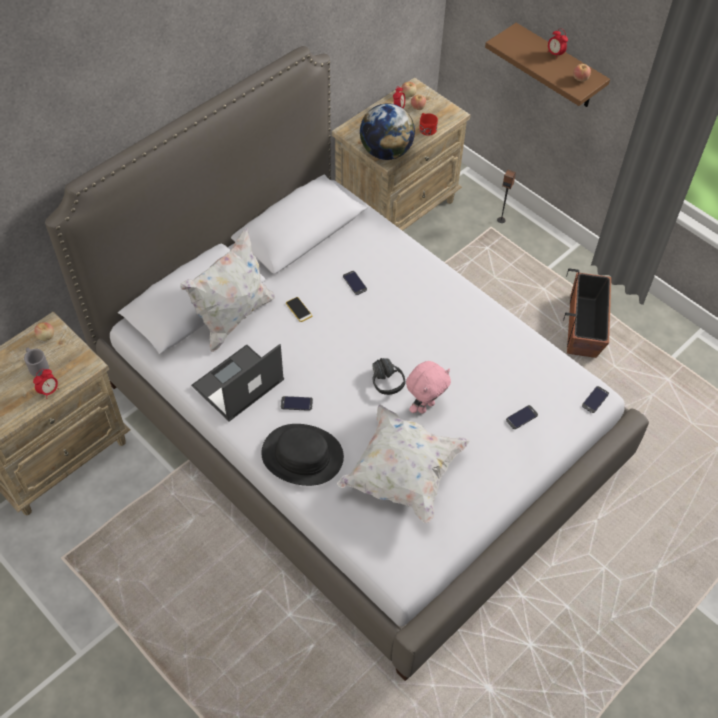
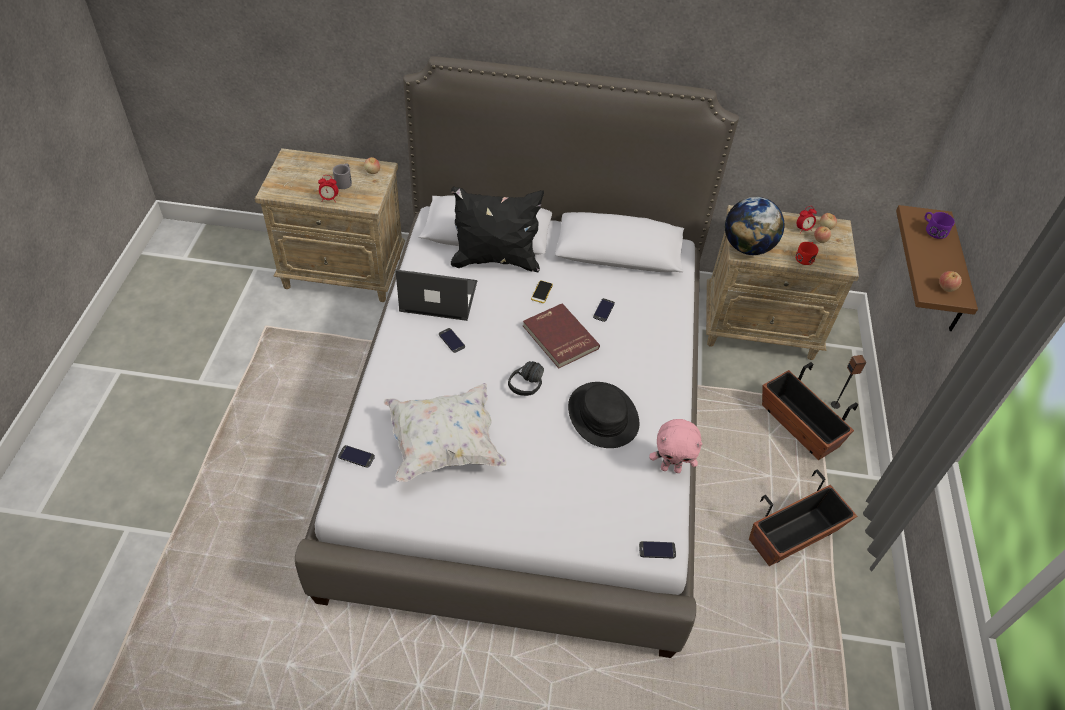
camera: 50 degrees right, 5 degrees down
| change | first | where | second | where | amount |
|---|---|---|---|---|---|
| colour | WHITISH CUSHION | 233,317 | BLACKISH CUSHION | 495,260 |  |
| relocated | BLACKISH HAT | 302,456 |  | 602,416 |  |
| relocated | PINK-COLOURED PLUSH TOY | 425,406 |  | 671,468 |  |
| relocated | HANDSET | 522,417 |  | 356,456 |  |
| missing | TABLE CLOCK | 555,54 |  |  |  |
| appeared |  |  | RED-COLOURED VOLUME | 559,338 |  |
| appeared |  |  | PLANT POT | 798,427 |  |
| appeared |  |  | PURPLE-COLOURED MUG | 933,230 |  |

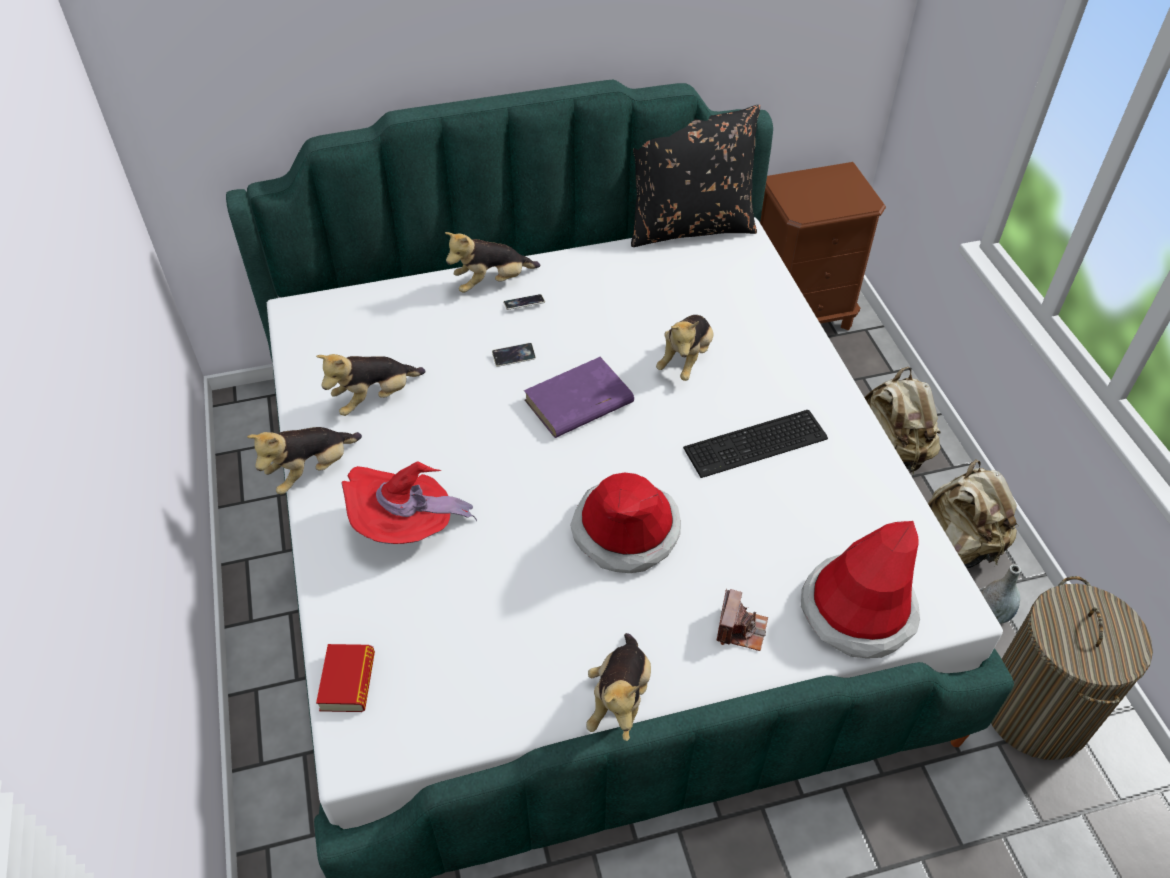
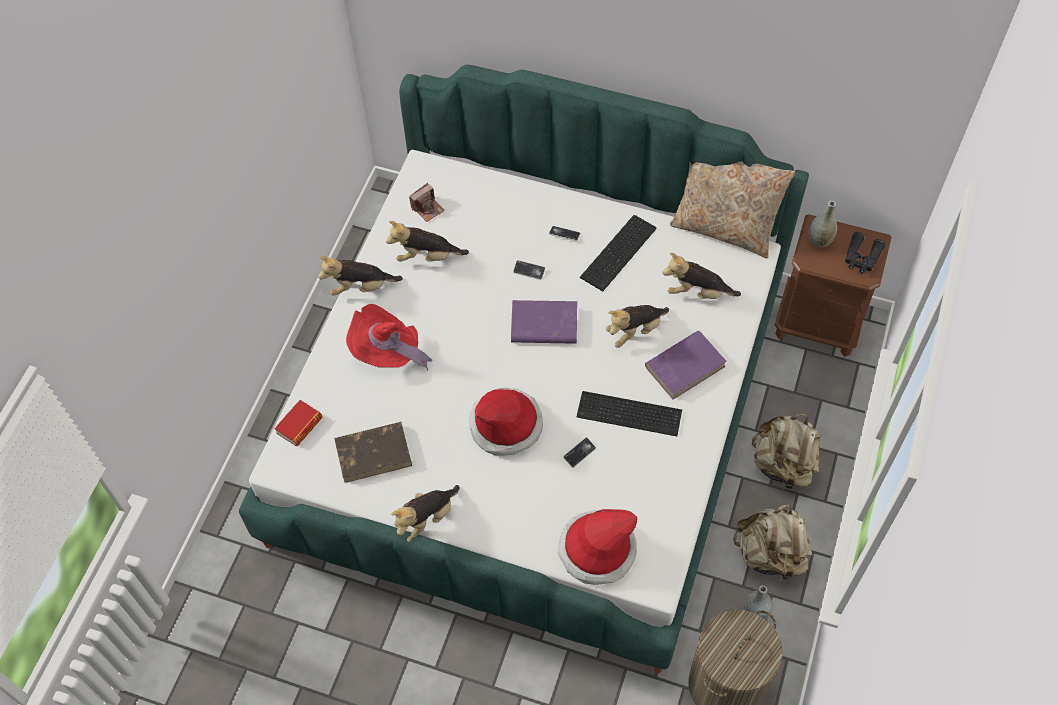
camera: 35 degrees right, 10 degrees up
| change | first | where | second | where | amount |
|---|---|---|---|---|---|
| relocated | PLUSH TOY | 492,283 |  | 697,292 |  |
| colour | BLACKISH CUSHION | 689,226 | BEIGE-COLOURED CUSHION | 724,228 |  |
| relocated | STILL CAMERA | 740,629 |  | 427,208 |  |
| appeared |  |  | BROWNISH VOLUME | 374,453 |  |
| appeared |  |  | HANDSET | 579,453 |  |
| appeared |  |  | COMPUTER KEYBOARD | 620,253 |  |
| appeared |  |  | PURPLE-COLOURED VOLUME | 685,366 |  |
| appeared |  |  | GREY FLOWER VASE | 819,240 |  |
| appeared |  |  | BLACKISH PAIR OF BINOCULARS | 861,258 |  |

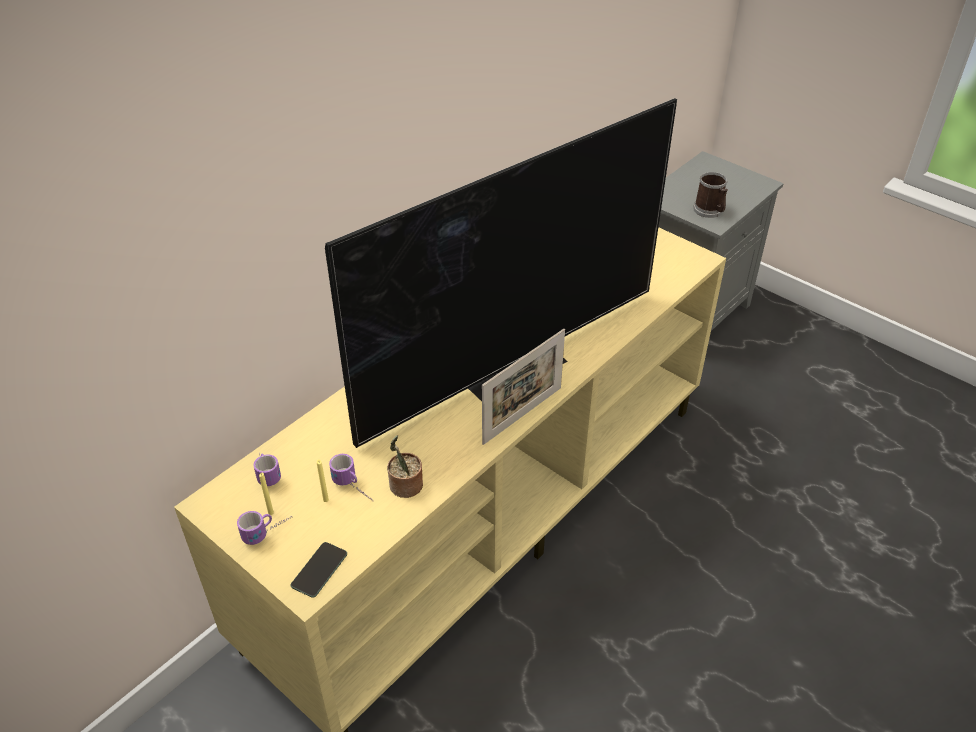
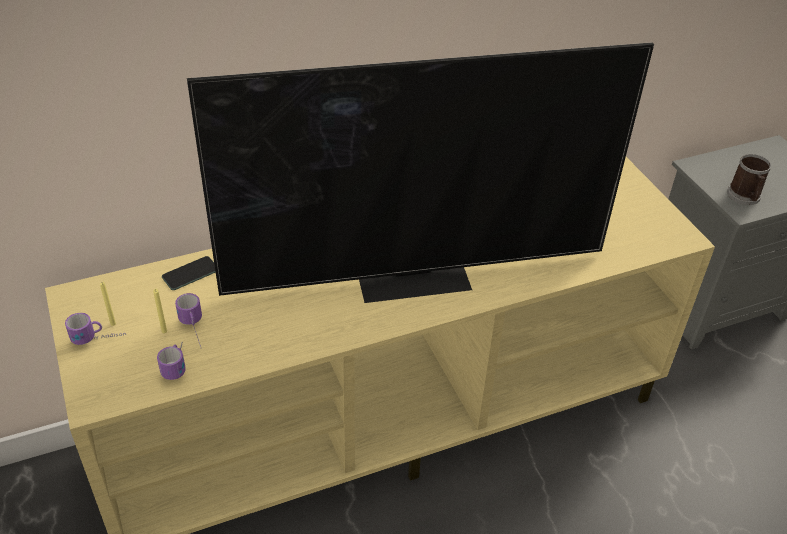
camera: 25 degrees right, 0 degrees up
| change | first | where | second | where | amount |
|---|---|---|---|---|---|
| relocated | MUG | 266,472 |  | 177,364 |  |
| relocated | HANDSET | 319,570 |  | 190,274 |  |
| missing | PLANT IN A POT | 405,487 |  |  |  |
| missing | PICTURE FRAME | 522,415 |  |  |  |

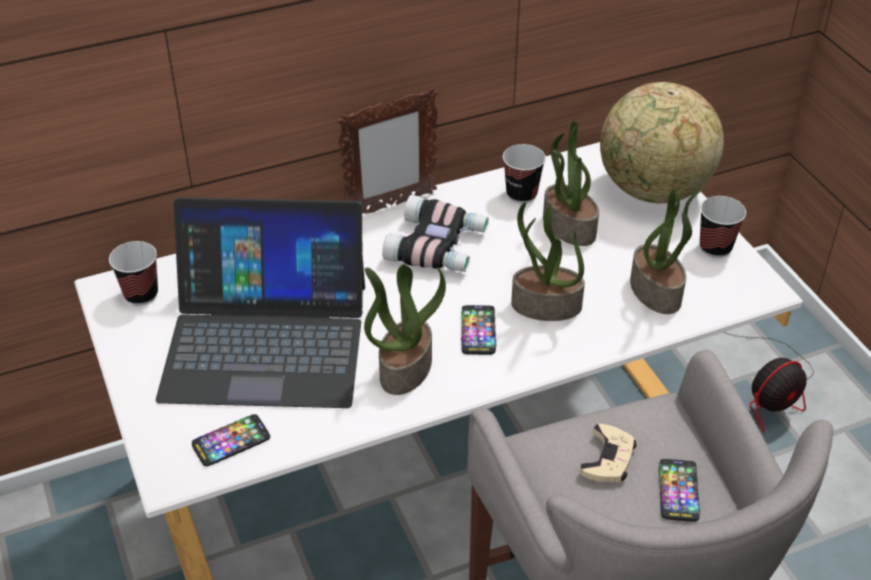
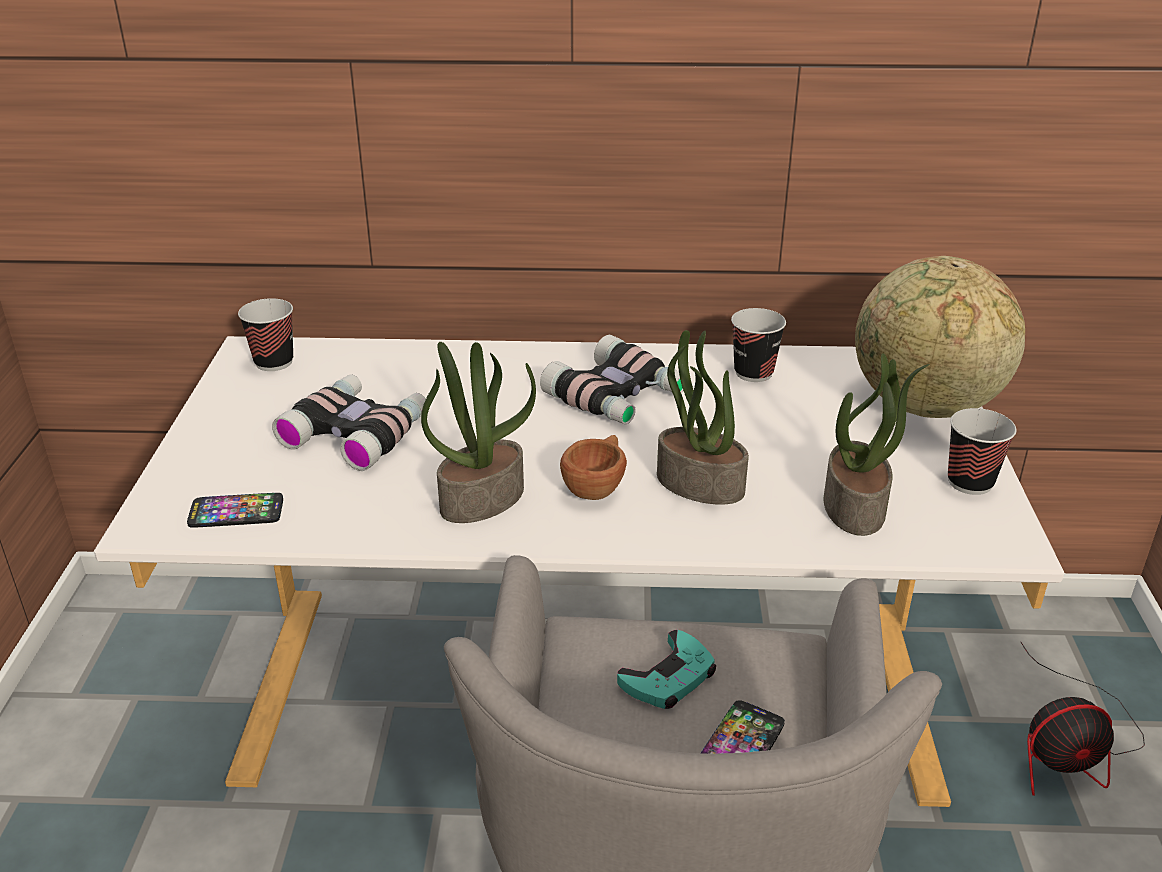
camera: 25 degrees right, 10 degrees down
| change | first | where | second | where | amount |
|---|---|---|---|---|---|
| exchanged | NOTEBOOK COMPUTER | 266,340 | PAIR OF BINOCULARS | 357,432 |  |
| missing | PICTURE FRAME | 390,205 |  |  |  |
| exchanged | HANDSET | 478,331 | BROWNISH CUP | 597,487 |  |
| missing | PLANT IN A POT | 567,227 |  |  |  |
| colour | BEIGE-COLOURED GAMEPAD | 608,459 | TURQUOISE GAMEPAD | 669,677 |  |

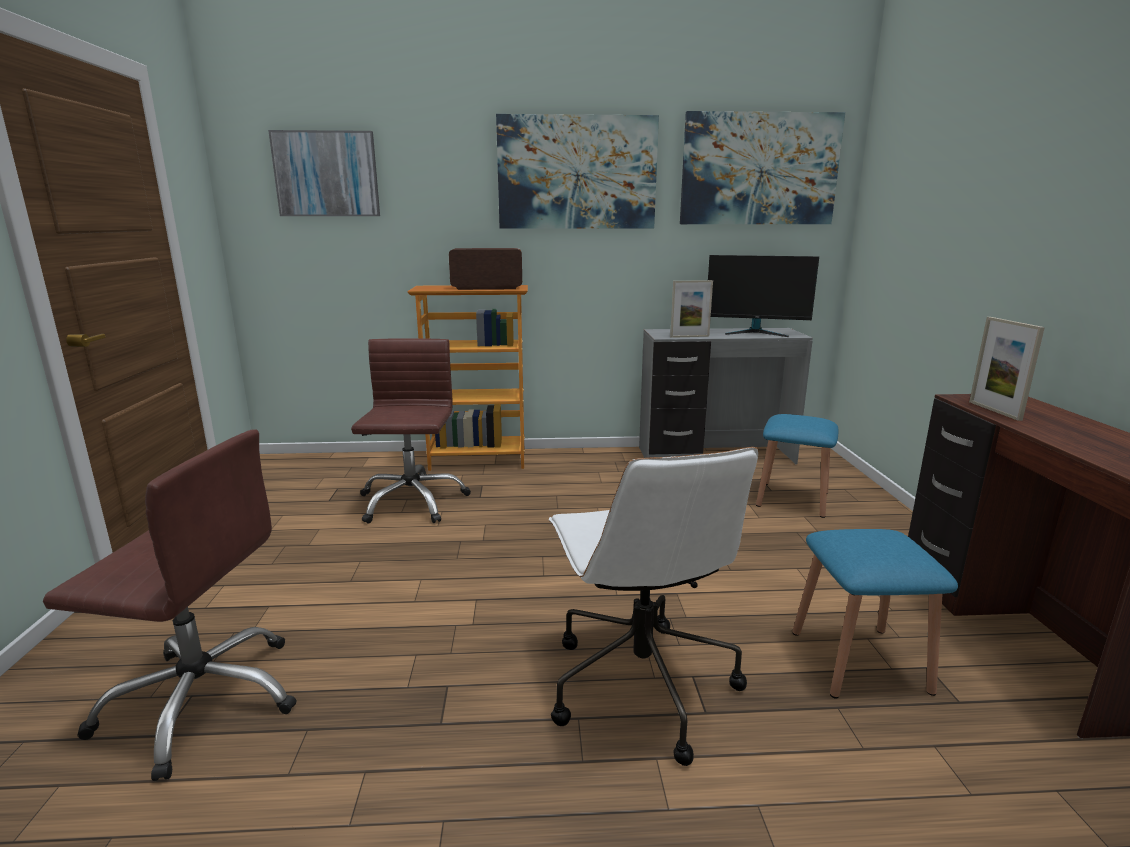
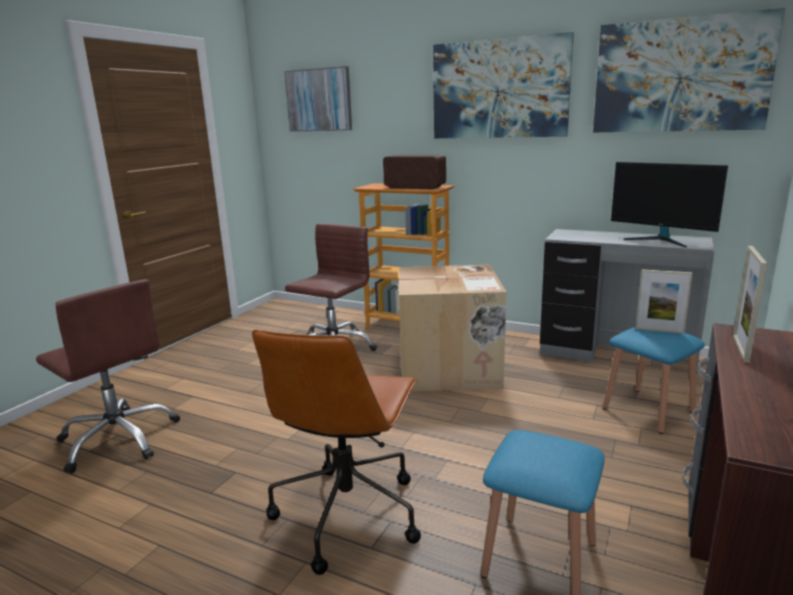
camera: 30 degrees right, 0 degrees up
| change | first | where | second | where | amount |
|---|---|---|---|---|---|
| colour | WHITISH OFFICE CHAIR | 639,684 | BROWNISH OFFICE CHAIR | 348,512 |  |
| relocated | PICTURE FRAME | 689,336 |  | 659,330 |  |
| appeared |  |  | CARDBOARD BOX | 450,368 |  |

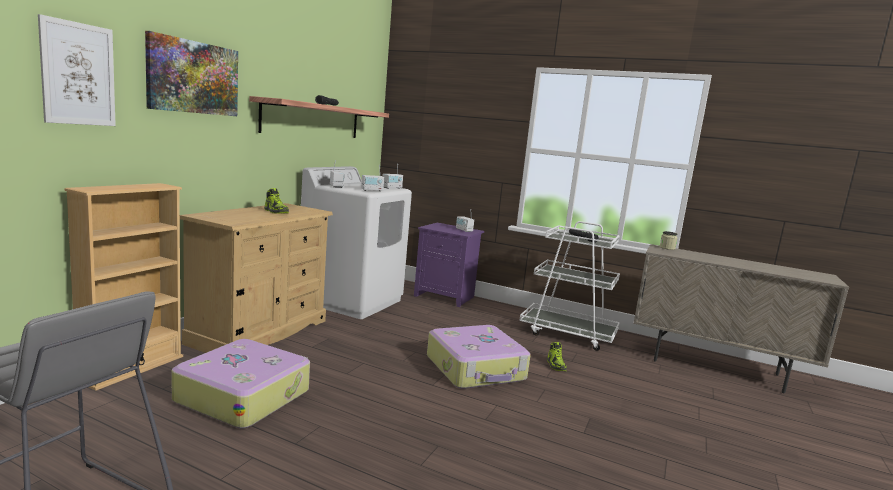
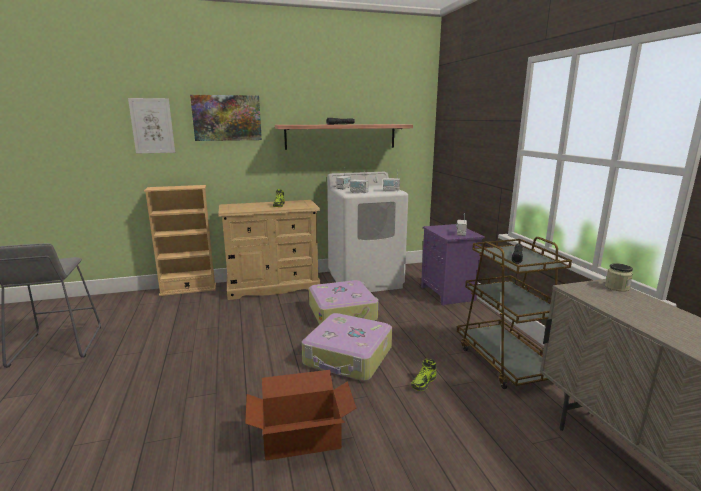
camera: 50 degrees right, 5 degrees up
| change | first | where | second | where | amount |
|---|---|---|---|---|---|
| relocated | PIECE OF LUGGAGE | 243,395 |  | 343,312 |  |
| colour | WHITISH WHEELED CART | 568,334 | BROWNISH WHEELED CART | 505,362 |  |
| appeared |  |  | CARDBOARD BOX | 302,438 |  |

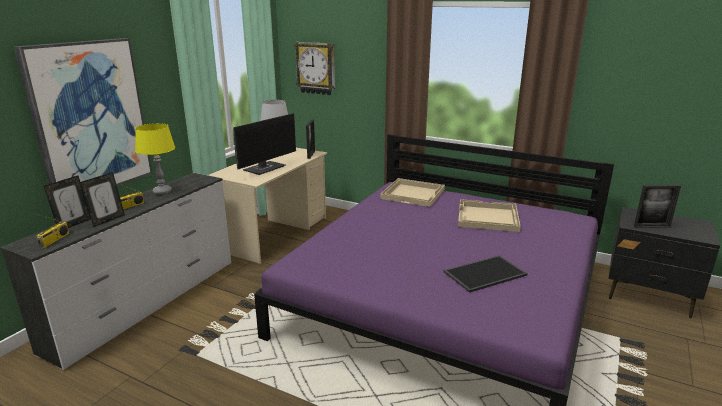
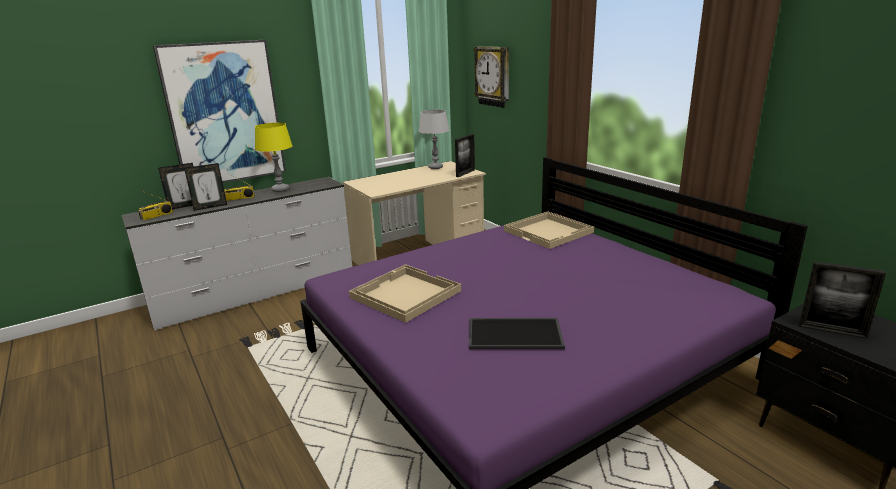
camera: 30 degrees right, 0 degrees up
| change | first | where | second | where | amount |
|---|---|---|---|---|---|
| missing | COMPUTER SCREEN | 265,168 |  |  |  |
| relocated | BEIGE-COLOURED CARRYING TRAY | 487,217 |  | 404,294 |  |

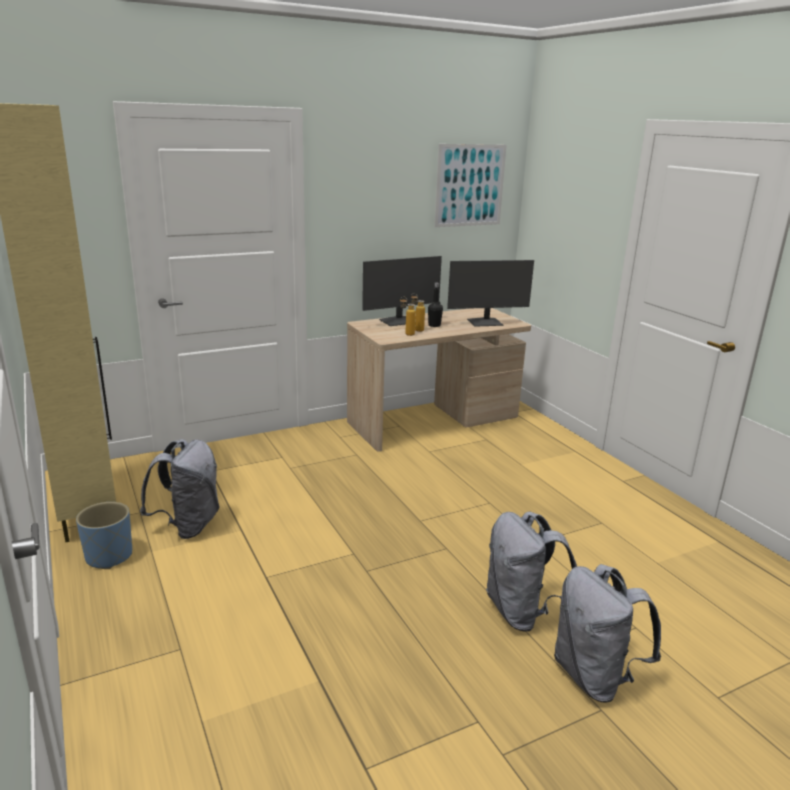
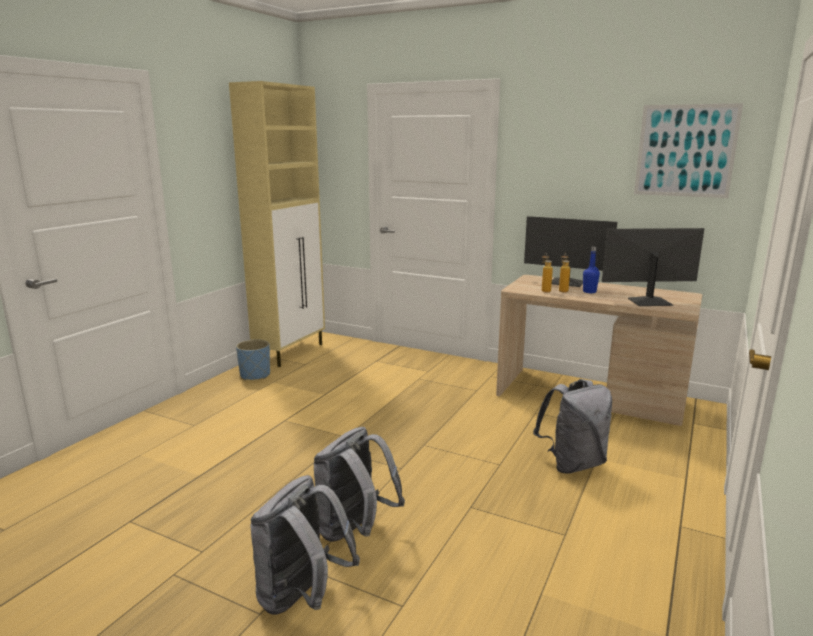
camera: 55 degrees right, 5 degrees down
| change | first | where | second | where | amount |
|---|---|---|---|---|---|
| relocated | GREY BACKPACK | 188,525 |  | 573,464 |  |
| colour | BLACKISH BOTTLE | 434,325 | BLUE-COLOURED BOTTLE | 589,292 |  |
| spun | COMPUTER SCREEN | 485,322 |  | 649,301 | 135 degrees clockwise |

